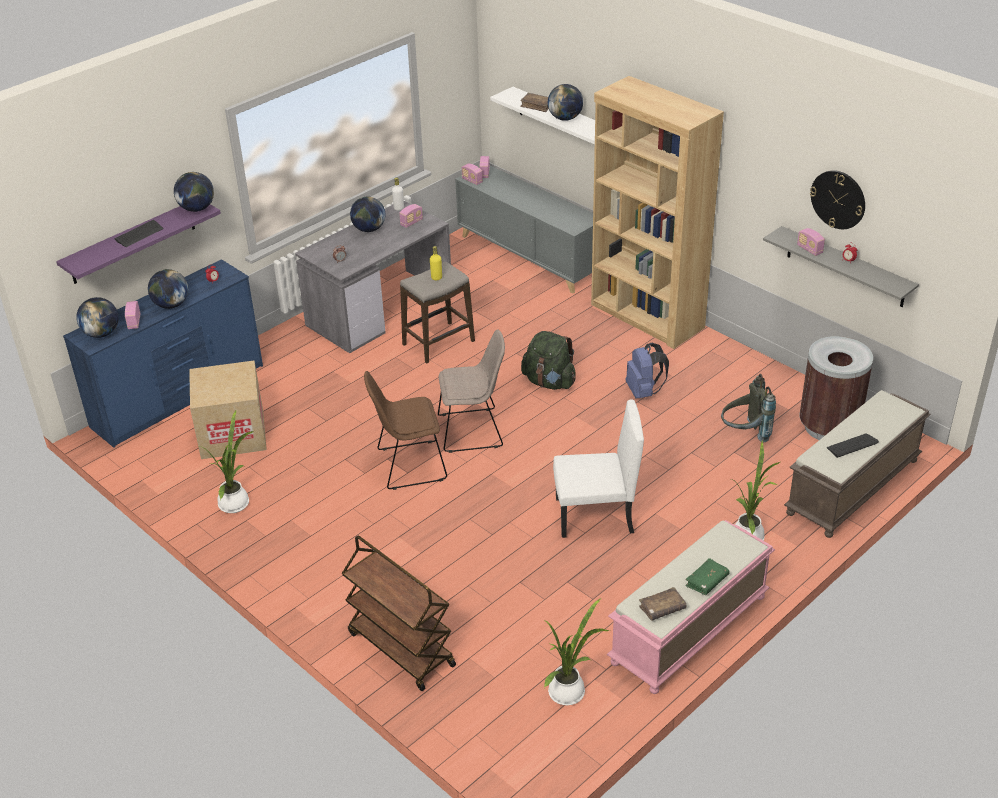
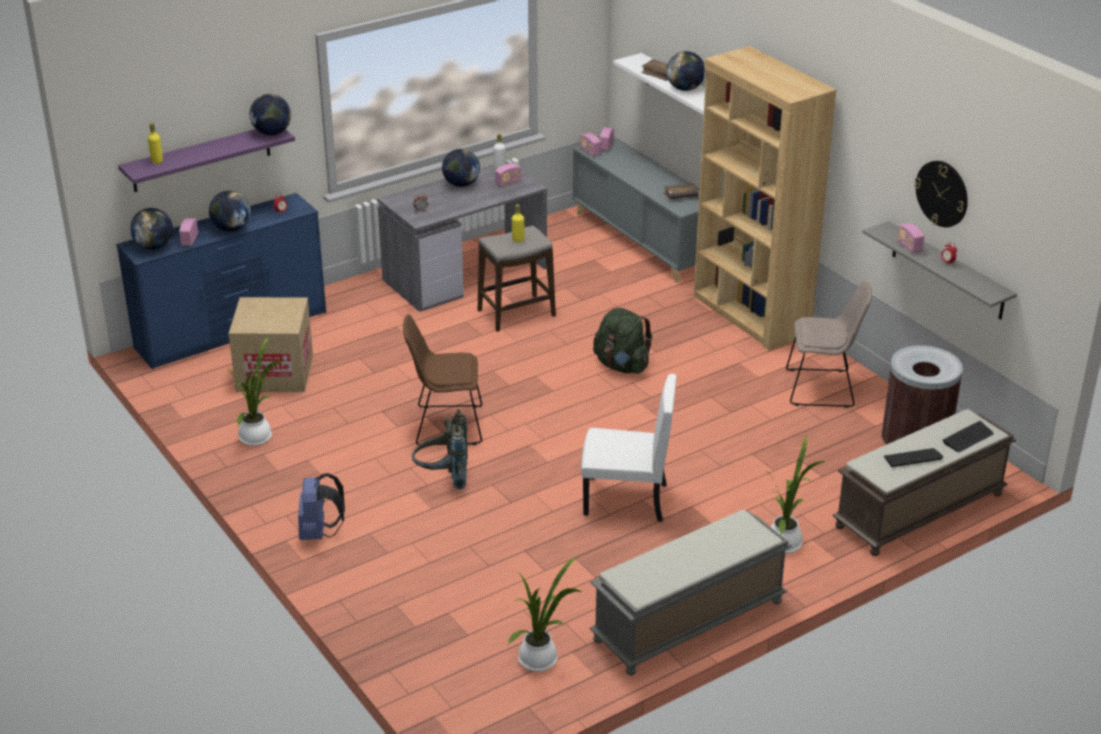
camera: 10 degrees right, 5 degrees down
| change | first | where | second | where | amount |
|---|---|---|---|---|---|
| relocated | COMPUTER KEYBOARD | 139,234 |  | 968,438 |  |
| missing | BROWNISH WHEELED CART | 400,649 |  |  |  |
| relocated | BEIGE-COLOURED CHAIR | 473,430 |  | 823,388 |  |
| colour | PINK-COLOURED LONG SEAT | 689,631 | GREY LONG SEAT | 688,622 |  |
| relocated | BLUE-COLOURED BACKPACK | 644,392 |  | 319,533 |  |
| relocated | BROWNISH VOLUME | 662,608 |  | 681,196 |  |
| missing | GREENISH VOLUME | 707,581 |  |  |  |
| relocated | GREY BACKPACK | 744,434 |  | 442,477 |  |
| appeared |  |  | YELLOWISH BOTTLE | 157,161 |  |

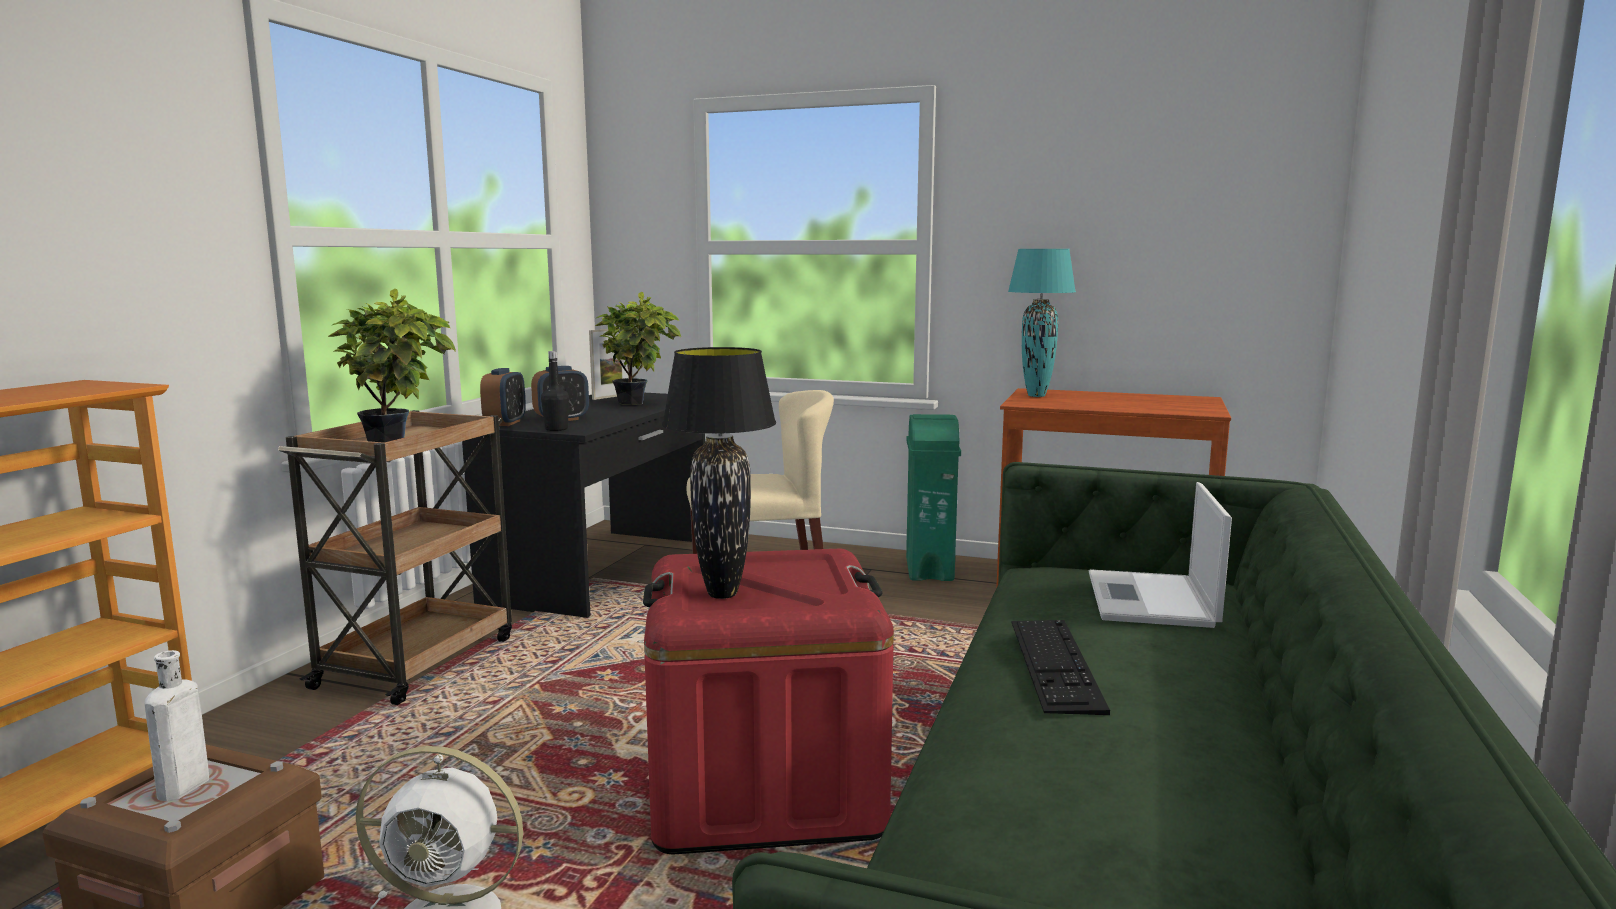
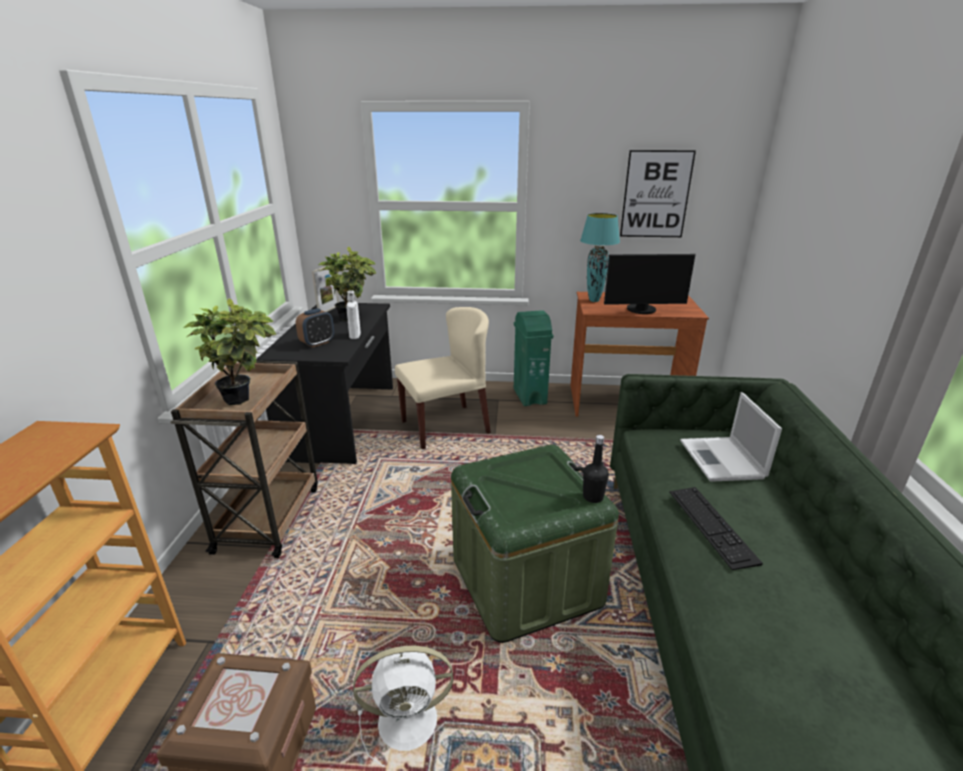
camera: 15 degrees left, 15 degrees up
| change | first | where | second | where | amount |
|---|---|---|---|---|---|
| relocated | WHITISH BOTTLE | 180,789 |  | 355,336 |  |
| missing | TABLE CLOCK | 505,423 |  |  |  |
| relocated | BLACKISH BOTTLE | 556,429 |  | 593,497 |  |
| colour | RED-COLOURED STORAGE BIN | 765,787 | GREENISH STORAGE BIN | 526,580 |  |
| missing | BLACKISH LAMP FOR A TABLE | 721,594 |  |  |  |
| appeared |  |  | COMPUTER SCREEN | 642,310 |  |
| appeared |  |  | PICTURE | 656,194 |  |

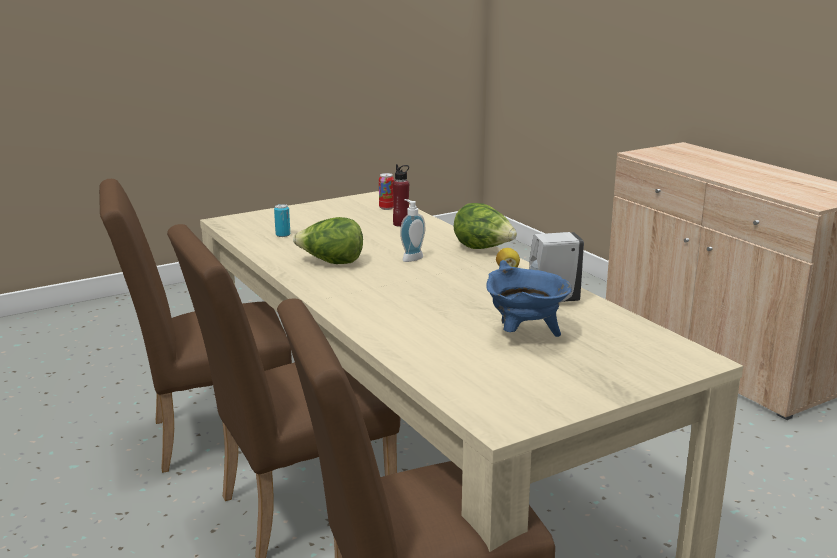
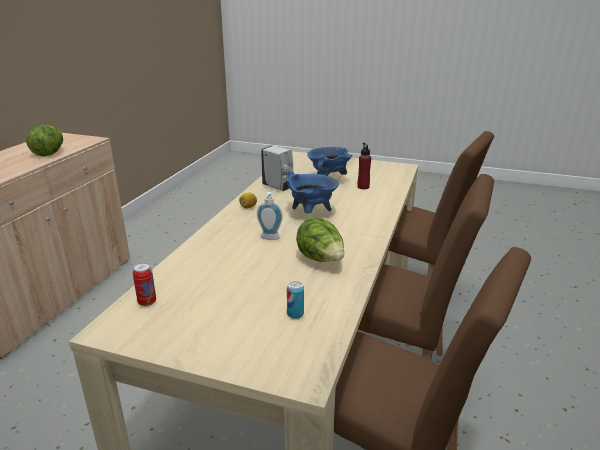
camera: 130 degrees left, 5 degrees up
| change | first | where | second | where | amount |
|---|---|---|---|---|---|
| relocated | RED-COLOURED BOTTLE | 401,224 |  | 363,187 |  |
| relocated | LETTUCE | 483,249 |  | 49,153 |  |
| appeared |  |  | BLUE-COLOURED COOKING POT | 311,213 |  |

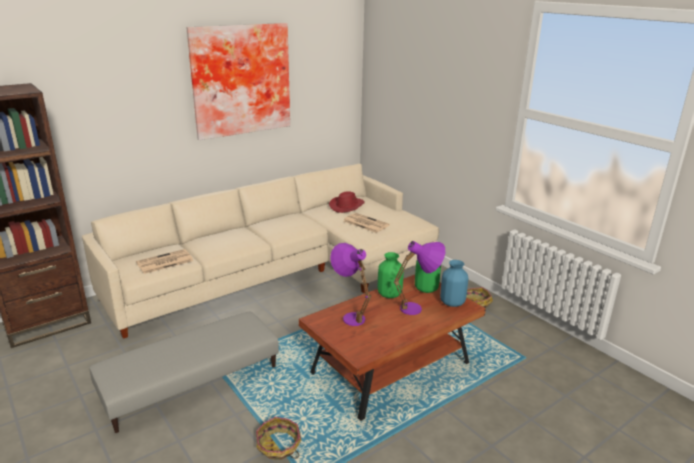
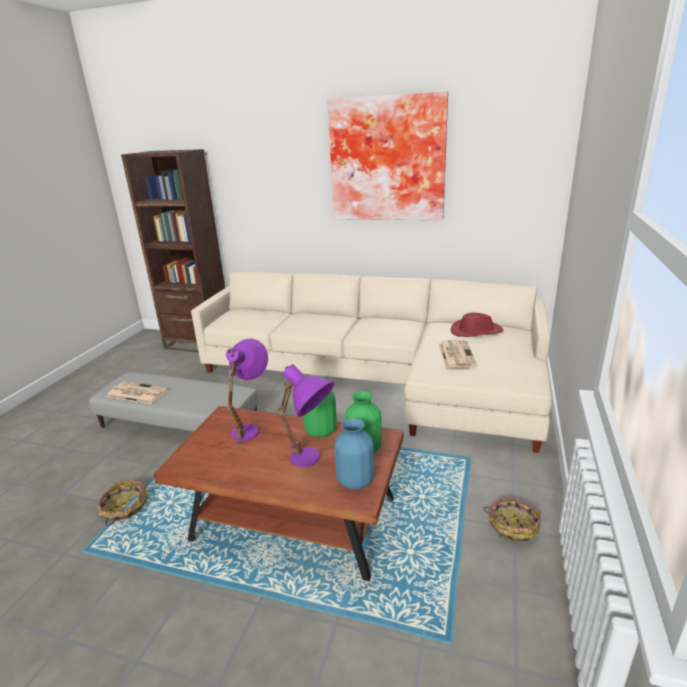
camera: 55 degrees right, 0 degrees up
| change | first | where | second | where | amount |
|---|---|---|---|---|---|
| relocated | DAILY PAPER | 164,262 |  | 136,393 |  |

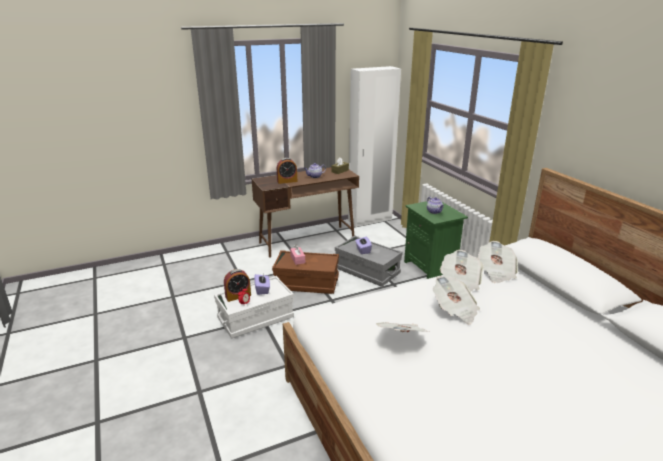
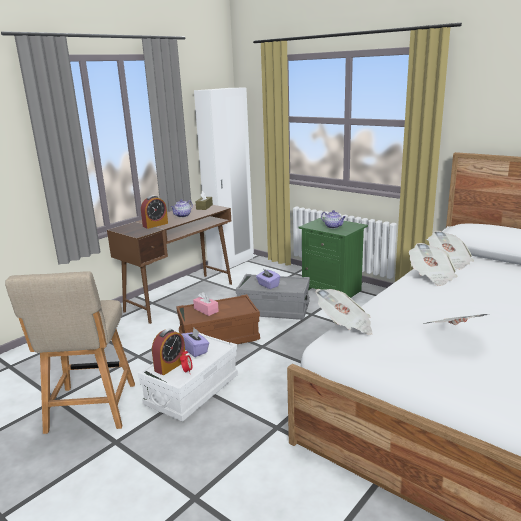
camera: 25 degrees left, 5 degrees down
| change | first | where | second | where | amount |
|---|---|---|---|---|---|
| relocated | DAILY PAPER | 455,310 |  | 345,325 |  |
| appeared |  |  | BEIGE-COLOURED CHAIR | 90,410 |  |

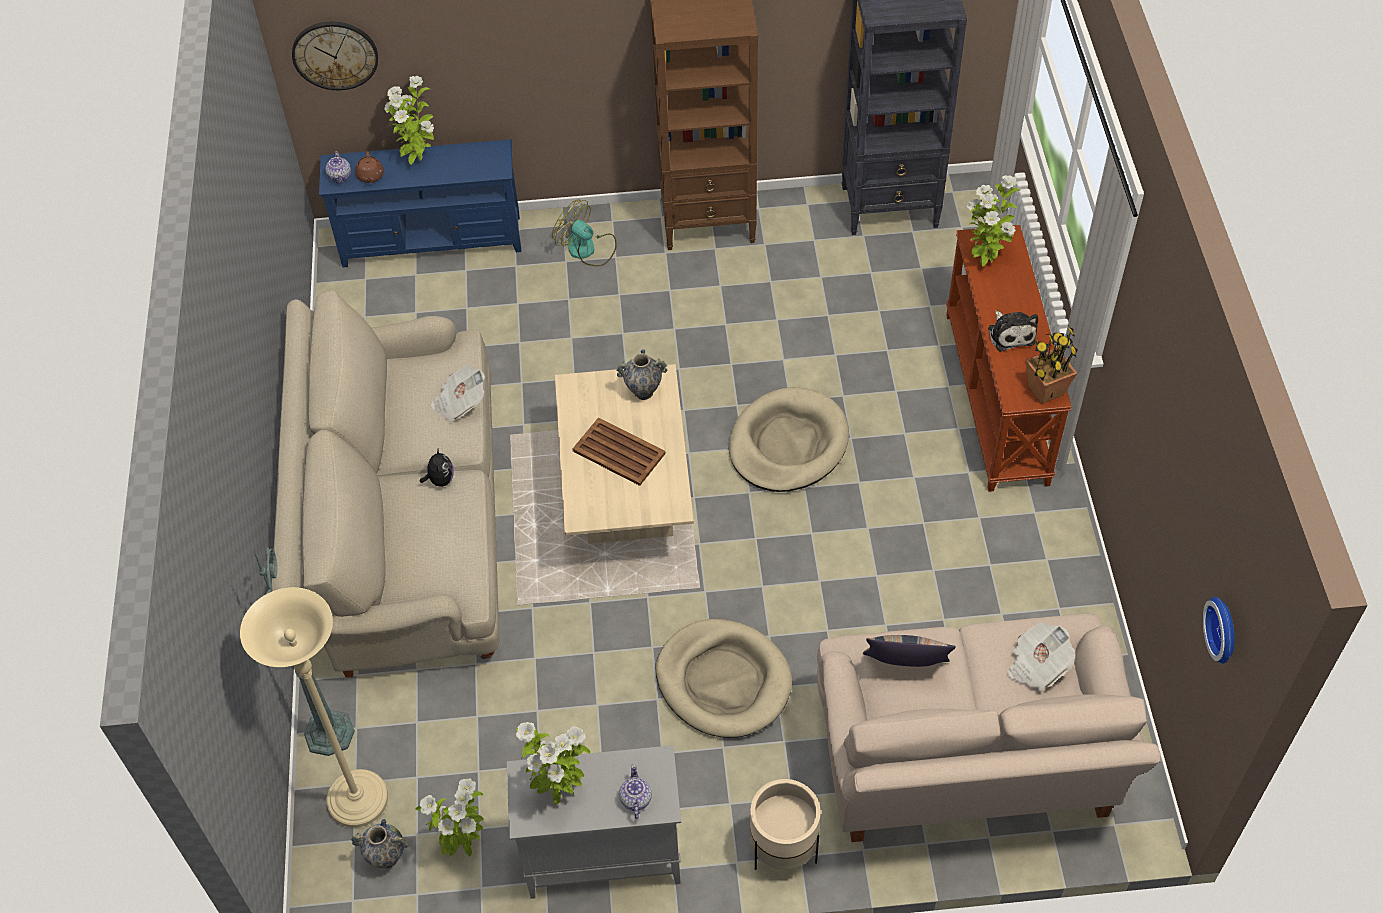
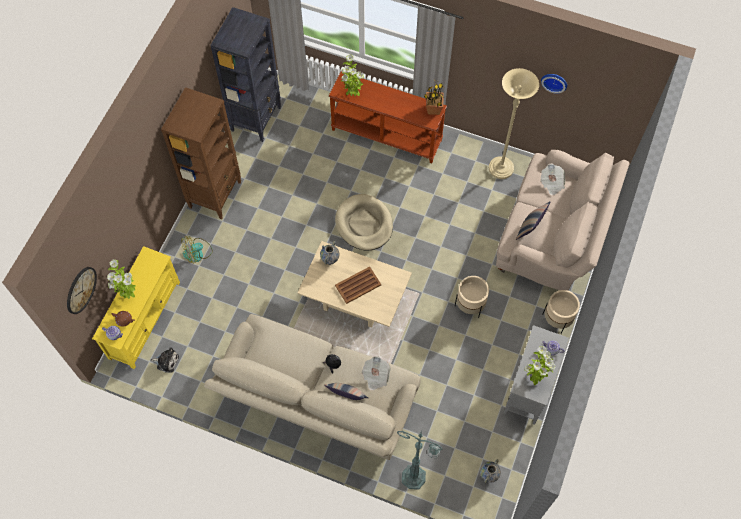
camera: 65 degrees left, 10 degrees up
| change | first | where | second | where | amount |
|---|---|---|---|---|---|
| relocated | BEIGE-COLOURED STANDING LAMP | 358,800 |  | 501,168 |  |
| colour | BLUE-COLOURED TV UNIT | 432,241 | YELLOWISH TV UNIT | 144,320 |  |
| missing | PLANT IN A POT | 463,846 |  |  |  |
| relocated | DAILY PAPER | 460,403 |  | 375,376 |  |
| exchanged | BEIGE-COLOURED PET BED | 723,681 | BEIGE-COLOURED PLANT POT | 470,305 |  |
| relocated | PLUSH TOY | 1010,333 |  | 166,361 |  |
| relocated | HANGING CLOCK | 1225,629 |  | 554,81 |  |
| appeared |  |  | CUSHION | 347,396 |  |

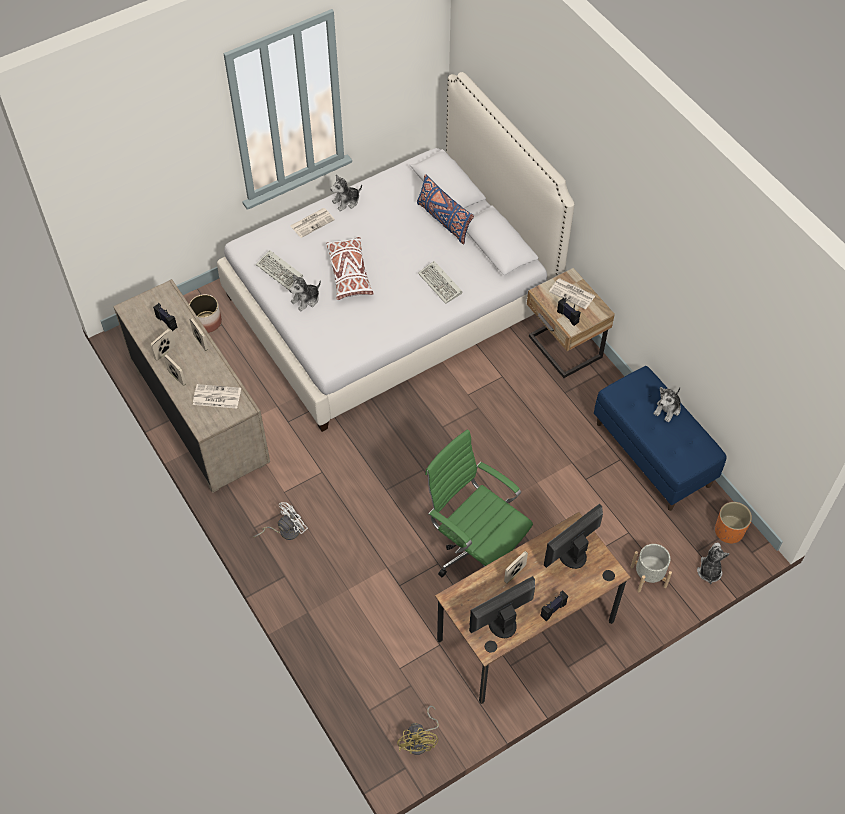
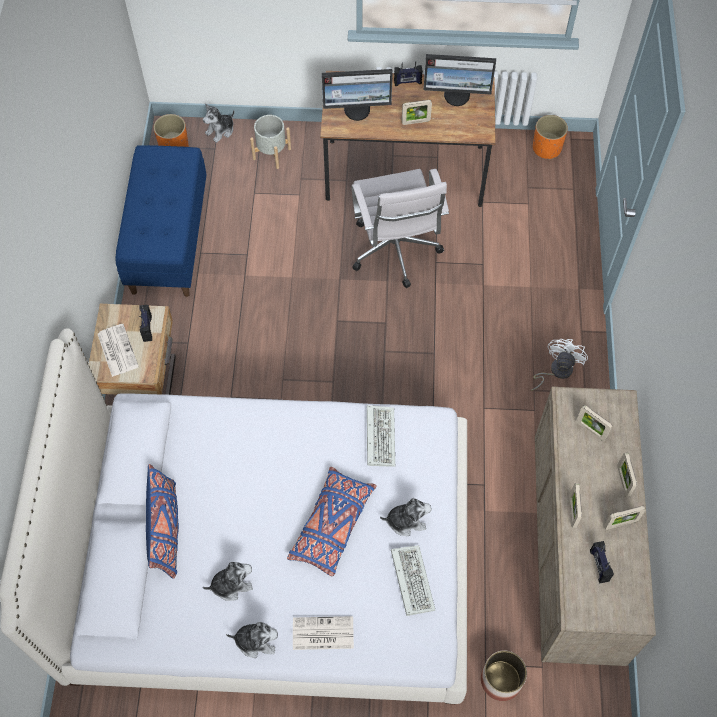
camera: 145 degrees left, 5 degrees up
| change | first | where | second | where | amount |
|---|---|---|---|---|---|
| exchanged | DAILY PAPER | 216,397 | PICTURE FRAME | 590,430 |  |
| spun | WHITISH COOLING FAN | 285,531 |  | 556,371 | 120 degrees clockwise |
| colour | WHITISH CUSHION | 349,273 | BLUE-COLOURED CUSHION | 332,525 |  |
| exchanged | YELLOWISH COOLING FAN | 421,740 | ORANGEY PLANT POT | 546,148 |  |
| relocated | COMPUTER KEYBOARD | 441,284 |  | 379,435 |  |
| colour | GREENISH OFFICE CHAIR | 475,551 | WHITISH OFFICE CHAIR | 395,253 |  |
| relocated | PLUSH TOY | 667,409 |  | 231,584 |  |

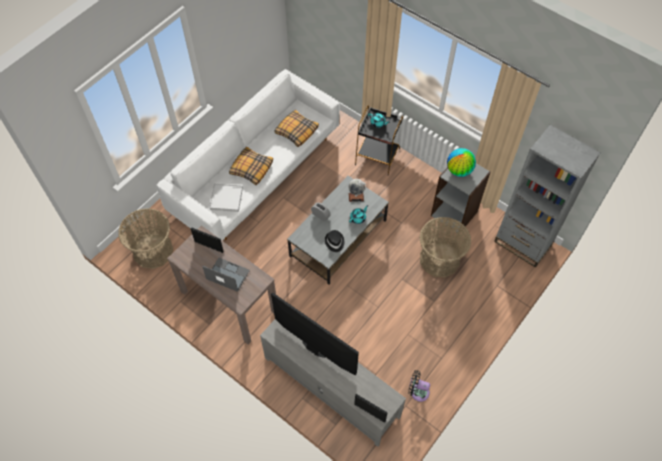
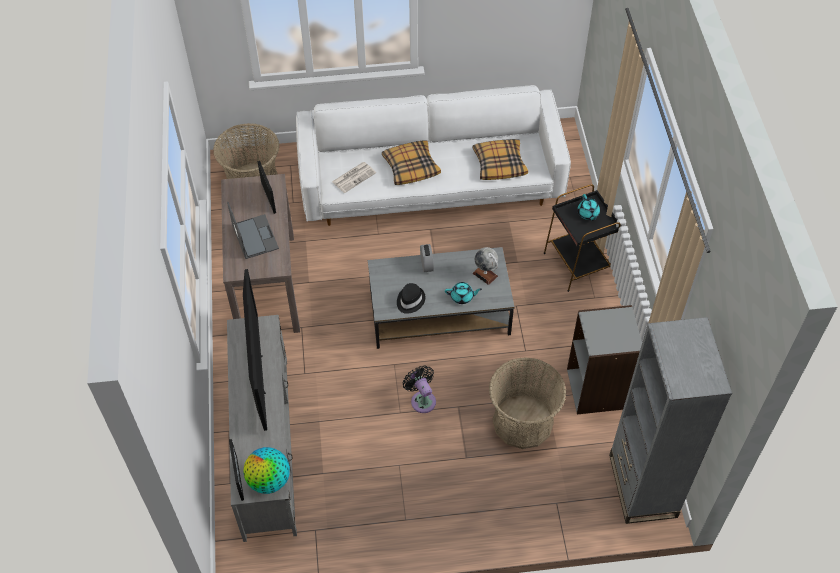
camera: 45 degrees right, 5 degrees down
| change | first | where | second | where | amount |
|---|---|---|---|---|---|
| exchanged | WHITISH CARRYING TRAY | 226,198 | DAILY PAPER | 354,177 |  |
| relocated | BLACKISH COOLING FAN | 417,391 |  | 422,399 |  |
| relocated | DESK GLOBE | 459,170 |  | 269,480 |  |

